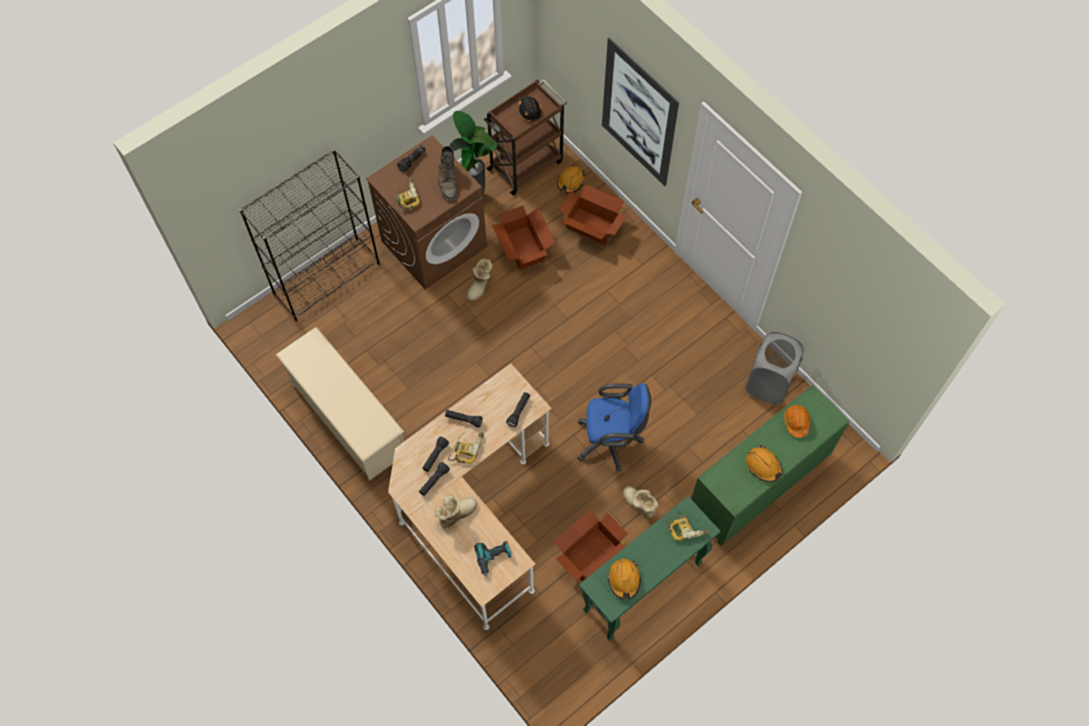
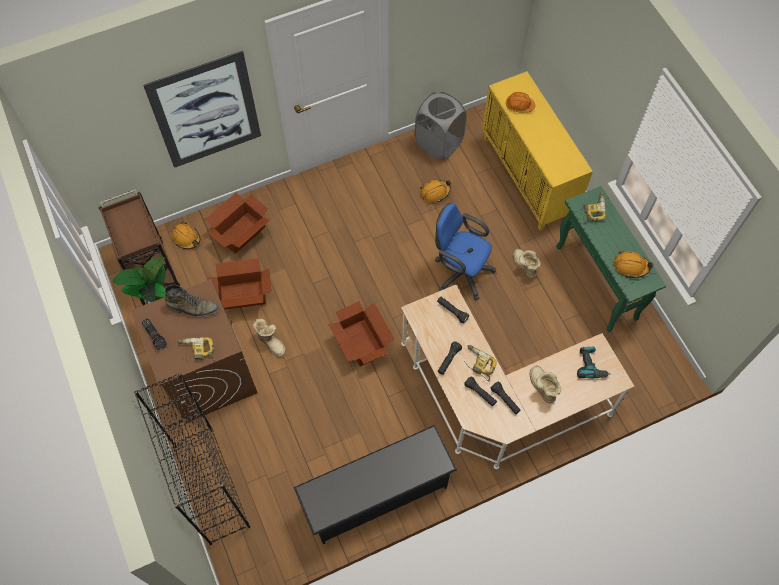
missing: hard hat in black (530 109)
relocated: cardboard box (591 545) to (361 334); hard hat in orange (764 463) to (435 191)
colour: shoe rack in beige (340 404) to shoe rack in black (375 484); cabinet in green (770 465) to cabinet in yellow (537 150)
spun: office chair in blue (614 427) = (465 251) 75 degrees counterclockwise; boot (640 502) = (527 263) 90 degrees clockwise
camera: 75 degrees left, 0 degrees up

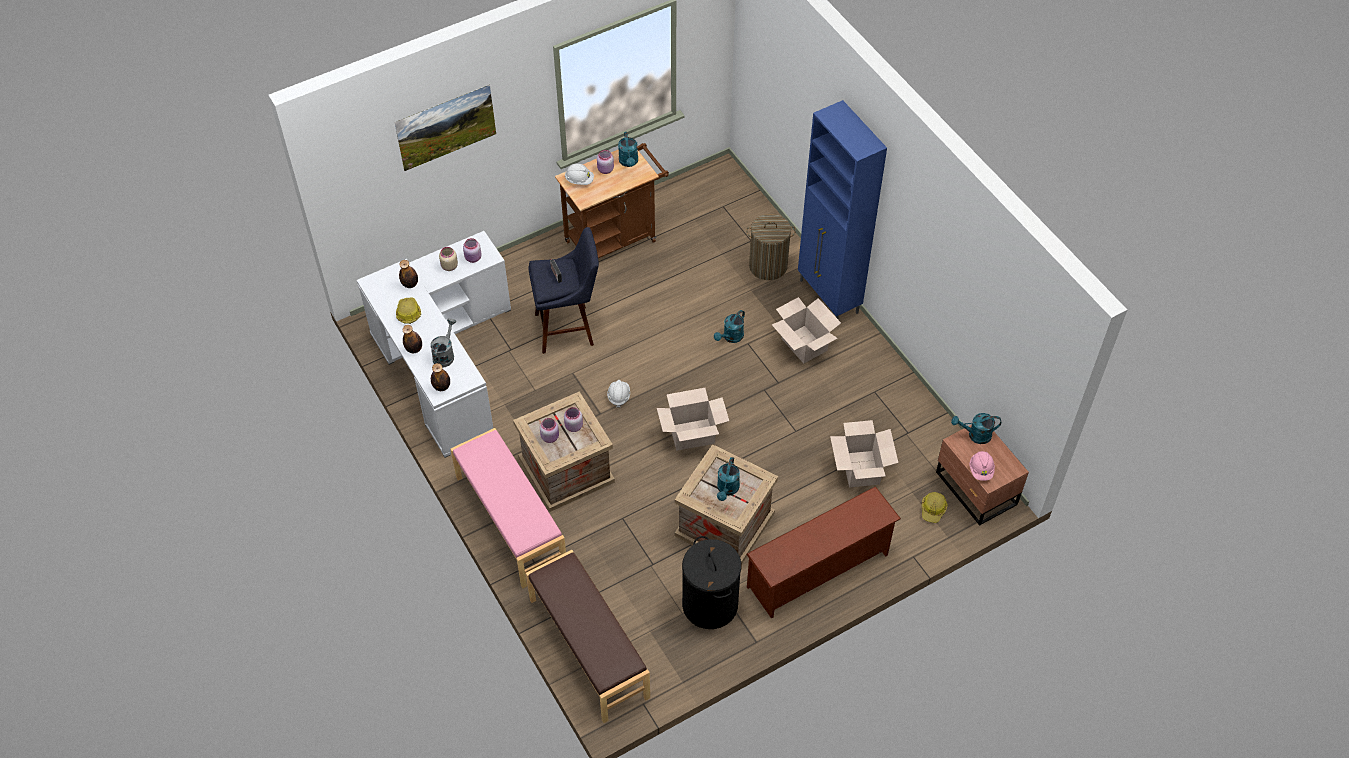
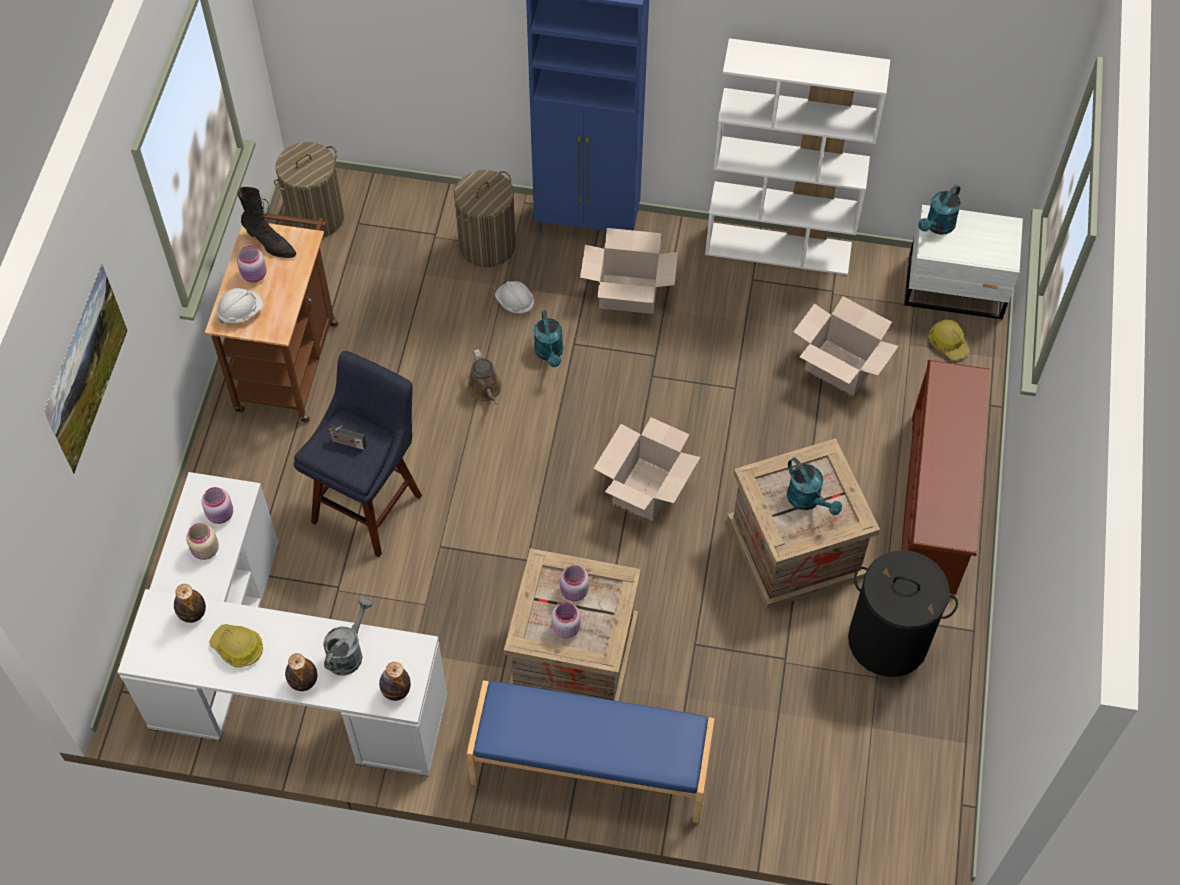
missing: bench in brown (588 636); hard hat in pink (982 466)
appeared: laundry basket (309 190); watering can in brown (484 376); bookcase in white (797 156)
relocated: hard hat in white (618 394) to (514 298)
exchanged: watering can in turquoise (628 149) to boot in black (266 222)
colour: bench in pink (508 508) to bench in blue (590 751); nightstand in brown (982 475) to nightstand in white (963 262)
spun: watering can in grey (443 343) = (348 636) 60 degrees clockwise
camera: 50 degrees left, 5 degrees up

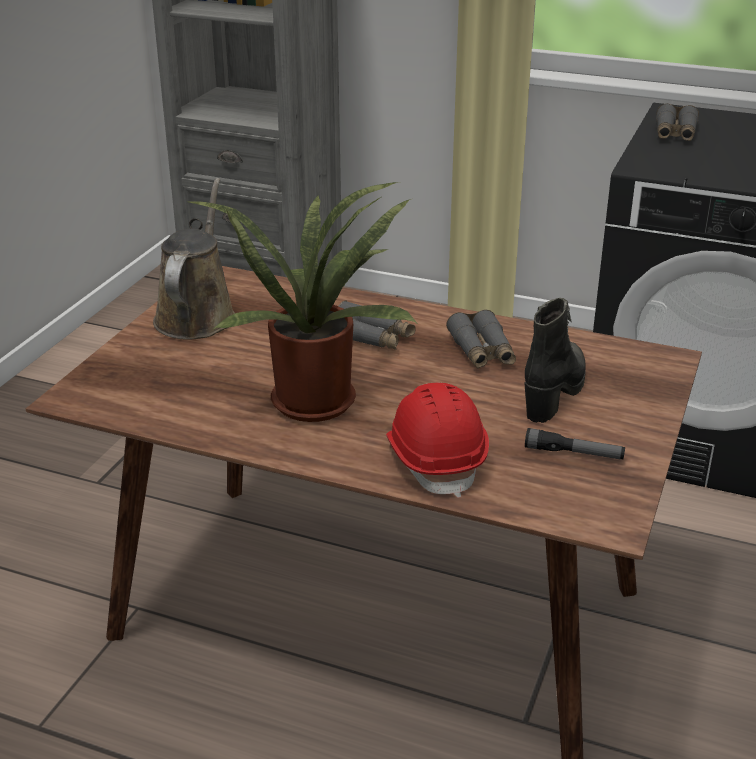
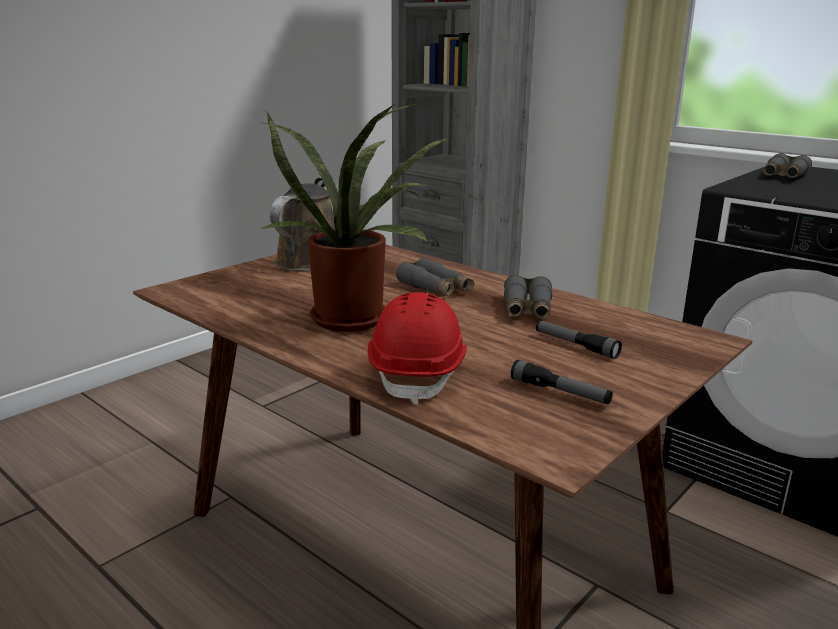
exchanged: boot in black (555 360) to flashlight (579 339)
camera: 20 degrees right, 10 degrees down

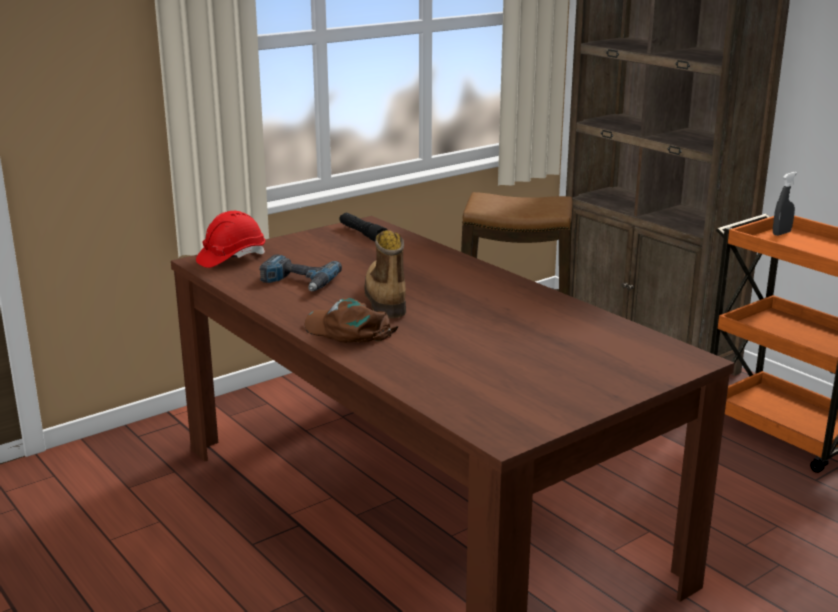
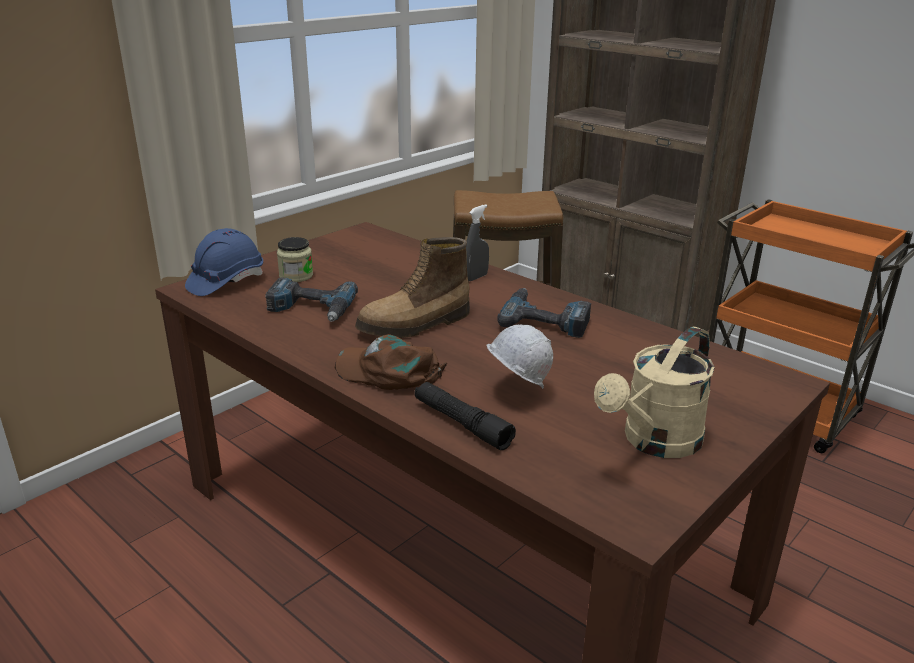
appeared: jar (295 259); hard hat in white (519 356); power drill (544 313); watering can in beige (654 392)
relocated: flashlight in black (363 227) to (465 416); spray bottle in grey (785 204) to (477 242)
colour: hard hat in red (230 239) to hard hat in blue (224 262)
spun: boot (385 274) = (412 287) 105 degrees counterclockwise
camera: 10 degrees left, 5 degrees up

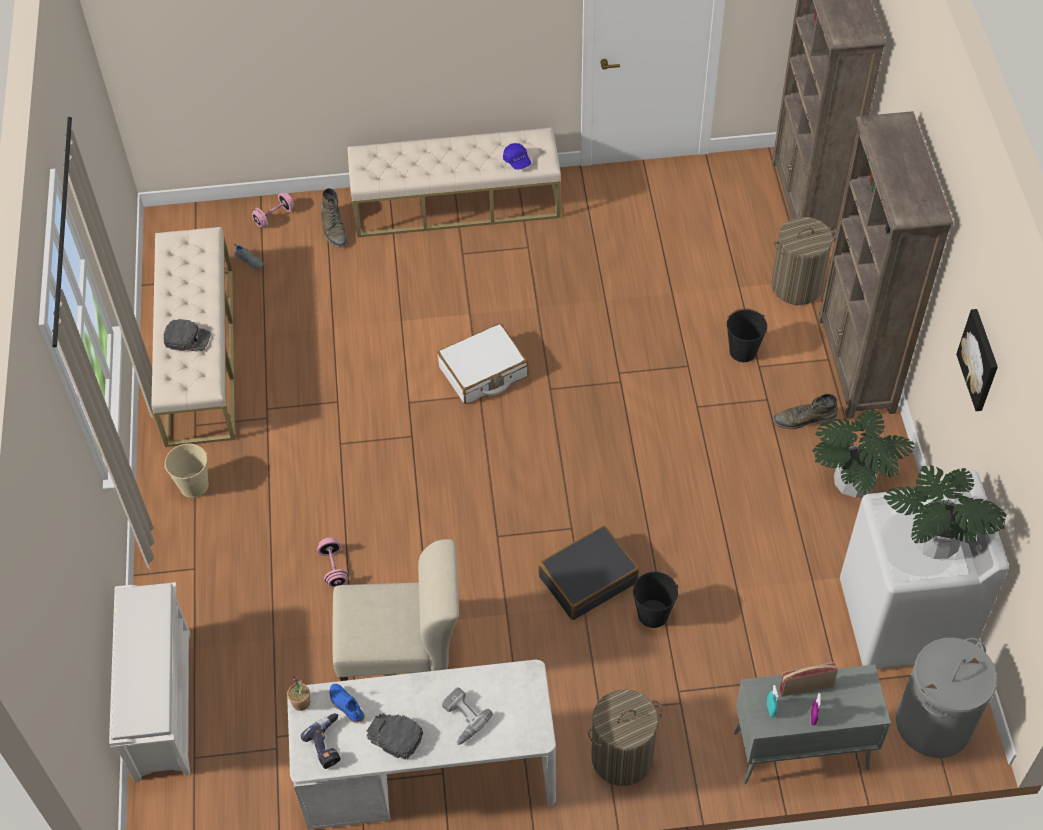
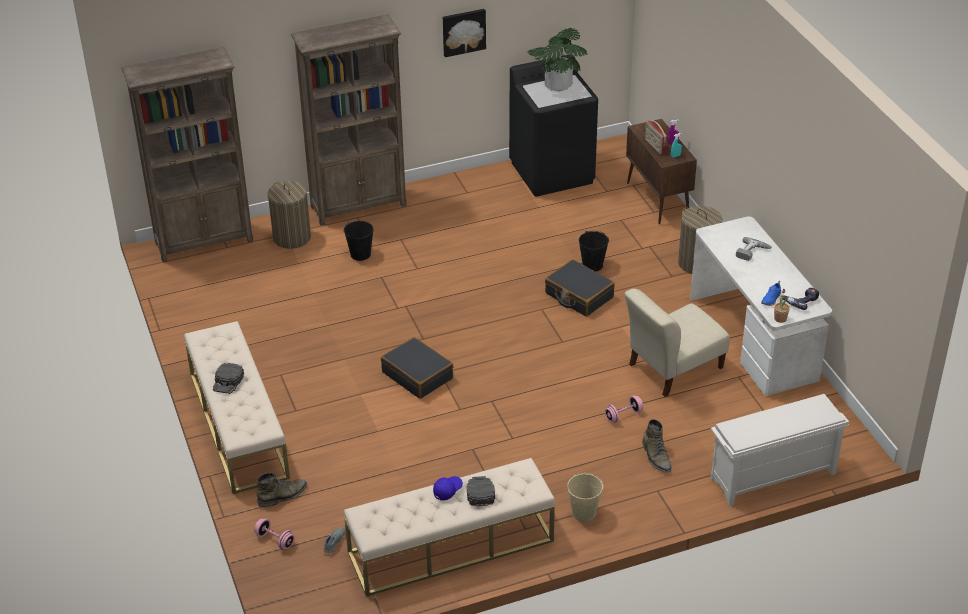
missing: potted plant (863 453); laundry basket in grey (946 698)
relocated: cap in black (394 737) to (228 378); cap in blue (517 156) to (448 488); boot in green (805 411) to (657 445)
colour: suitcase in white (482 363) to suitcase in black (417 368); cabinet in grey (812 724) to cabinet in brown (661 172); washing machine in white (924 569) to washing machine in black (553 125)
spun: chair in beige (395 610) = (677 343) 105 degrees counterclockwise
camera: 105 degrees left, 15 degrees down

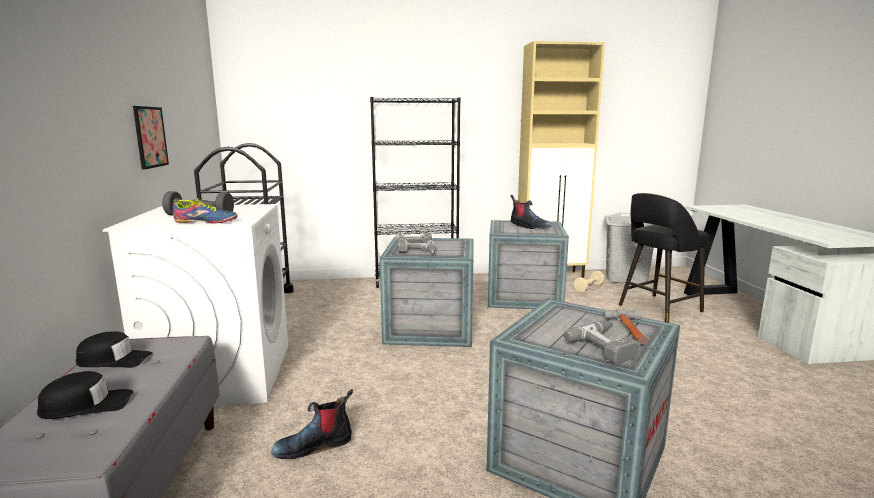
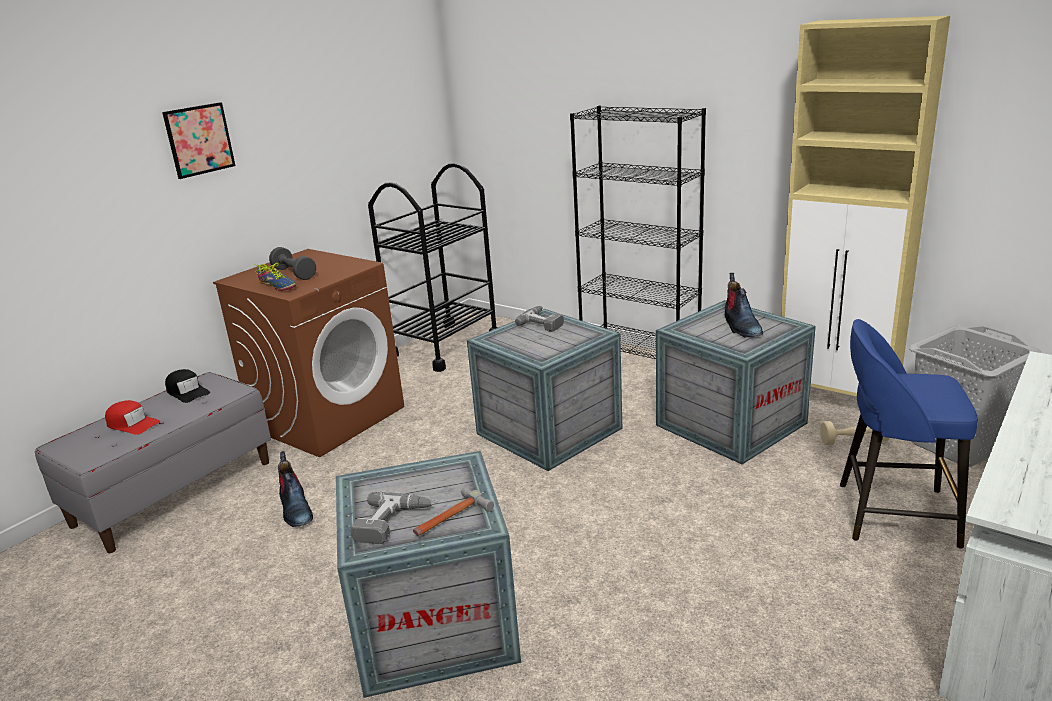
missing: power drill (417 246)
relocated: picture (151 138) to (199 140)
colour: cap in black (85 395) to cap in red (132 417); washing machine in white (195 305) to washing machine in brown (308 353); stool in black (664 258) to stool in blue (909 434)
spun: boot (312 424) = (295 489) 135 degrees counterclockwise
camera: 45 degrees right, 10 degrees up

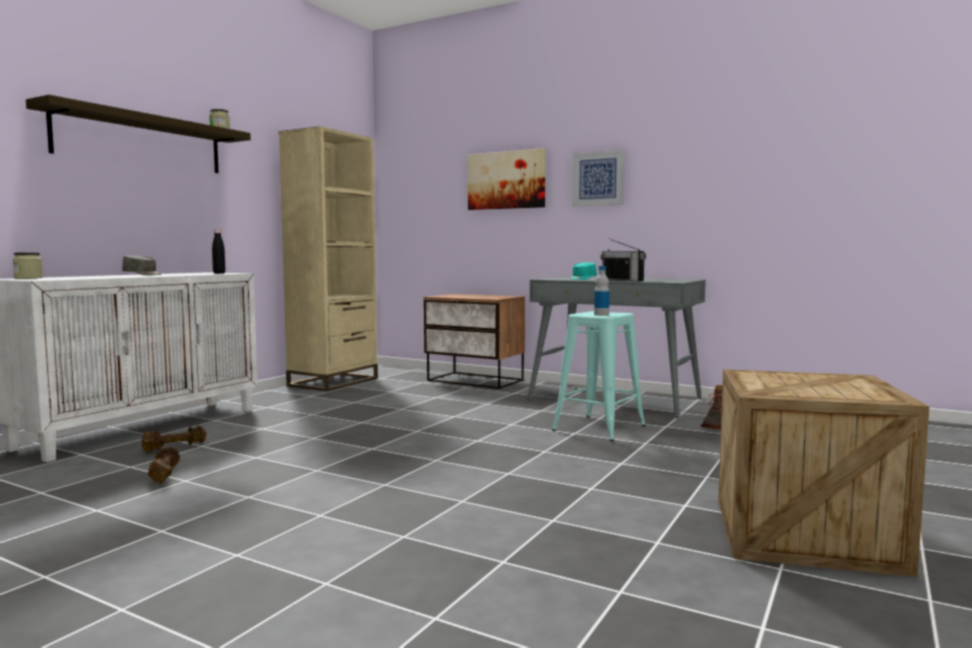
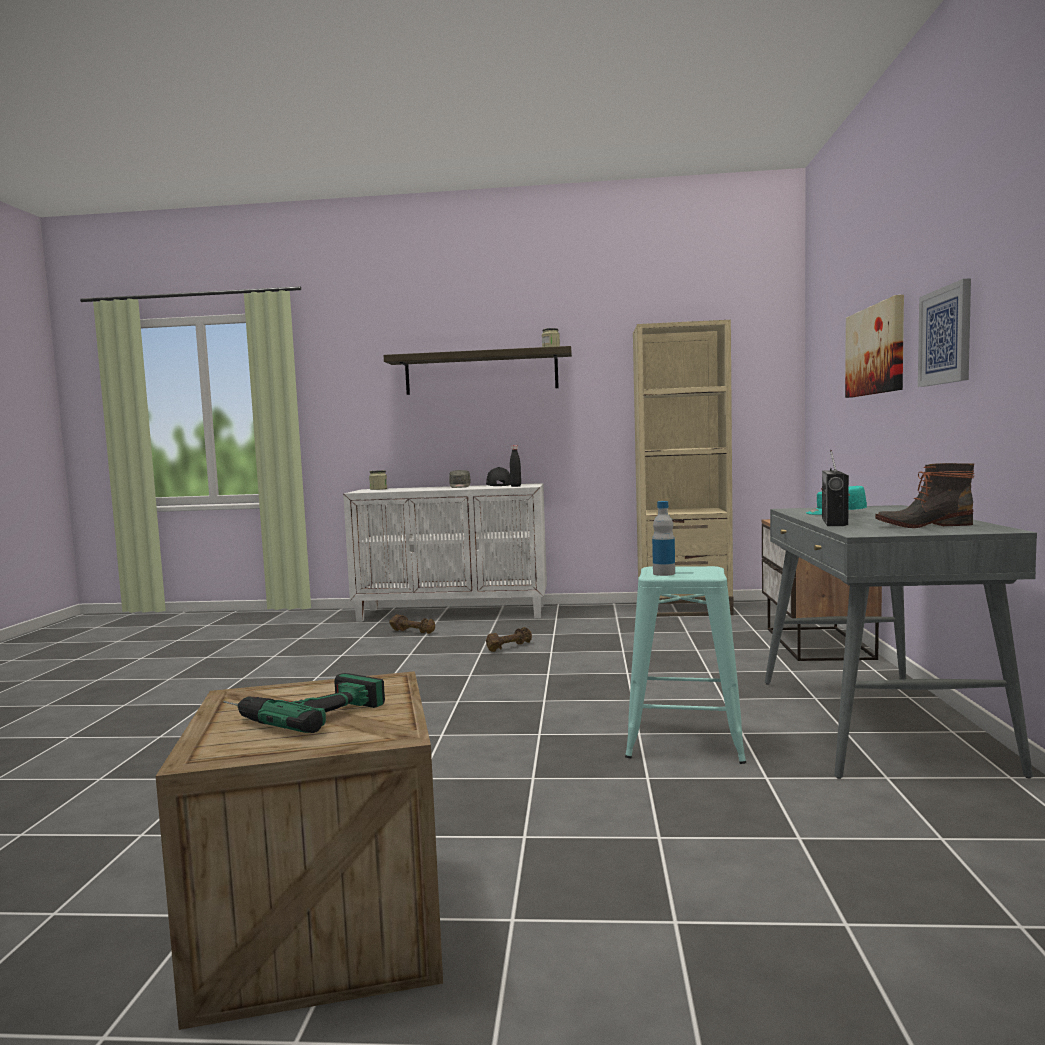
appeared: power drill (304 703); cap in black (498 476)
relocated: dumbbell in brown (164 465) to (509 639); boot (711 407) to (924 495)
camera: 65 degrees right, 0 degrees up

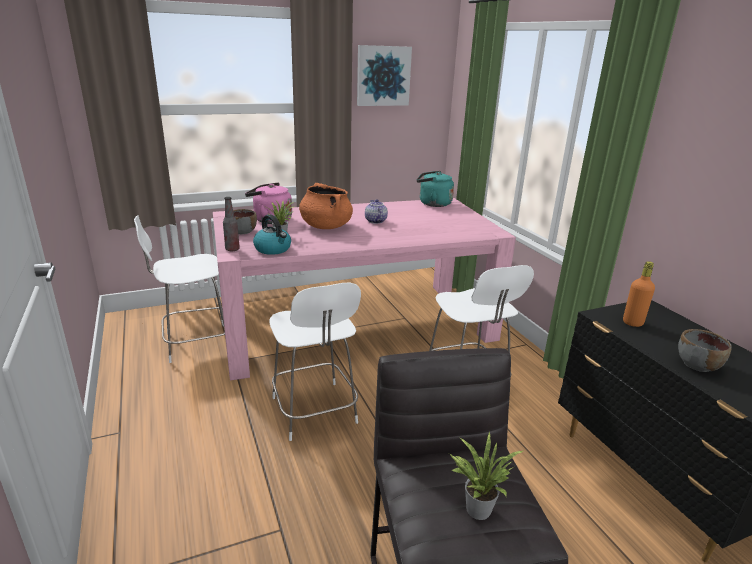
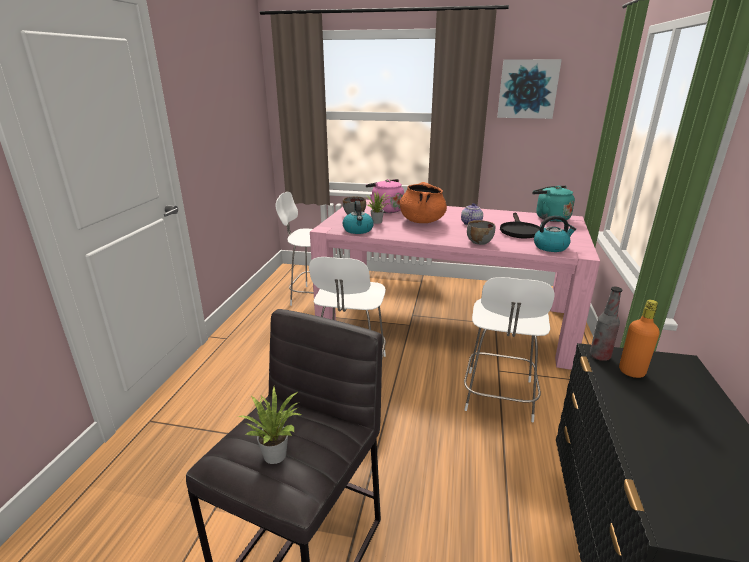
appeared: frying pan in black (520 225); kettle (555 233)
relocated: bottle (231 224) to (606 324); bowl in grey (705 350) to (481 232)
camera: 35 degrees right, 0 degrees up

